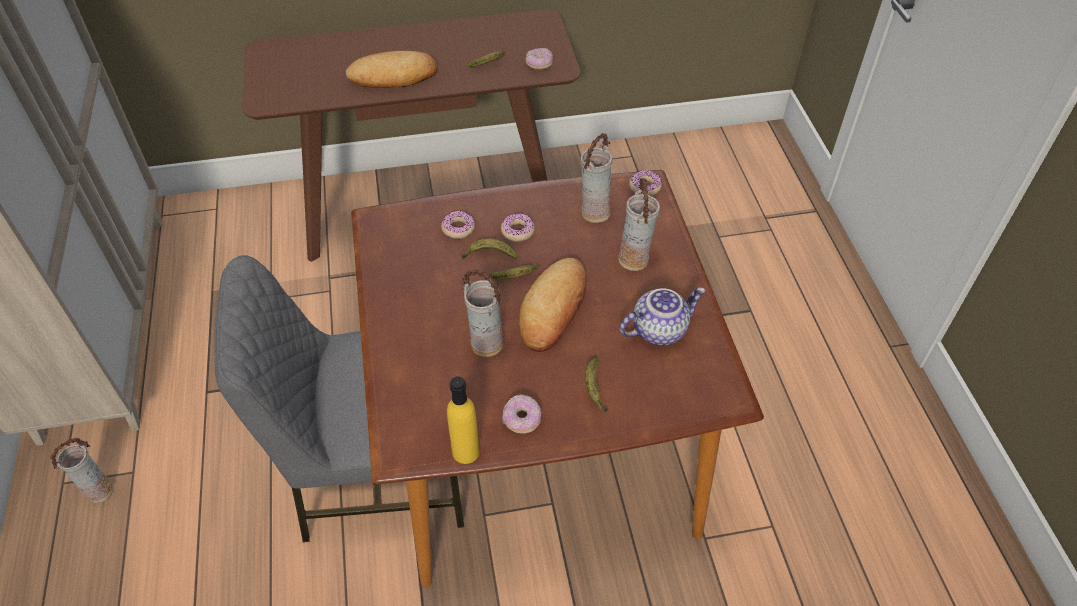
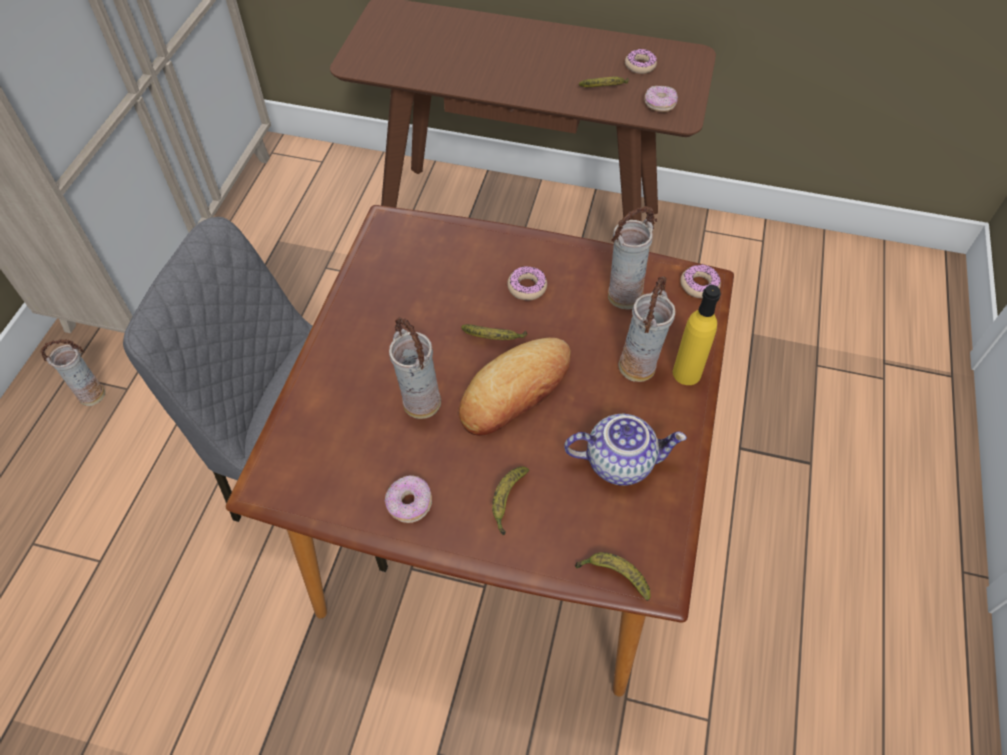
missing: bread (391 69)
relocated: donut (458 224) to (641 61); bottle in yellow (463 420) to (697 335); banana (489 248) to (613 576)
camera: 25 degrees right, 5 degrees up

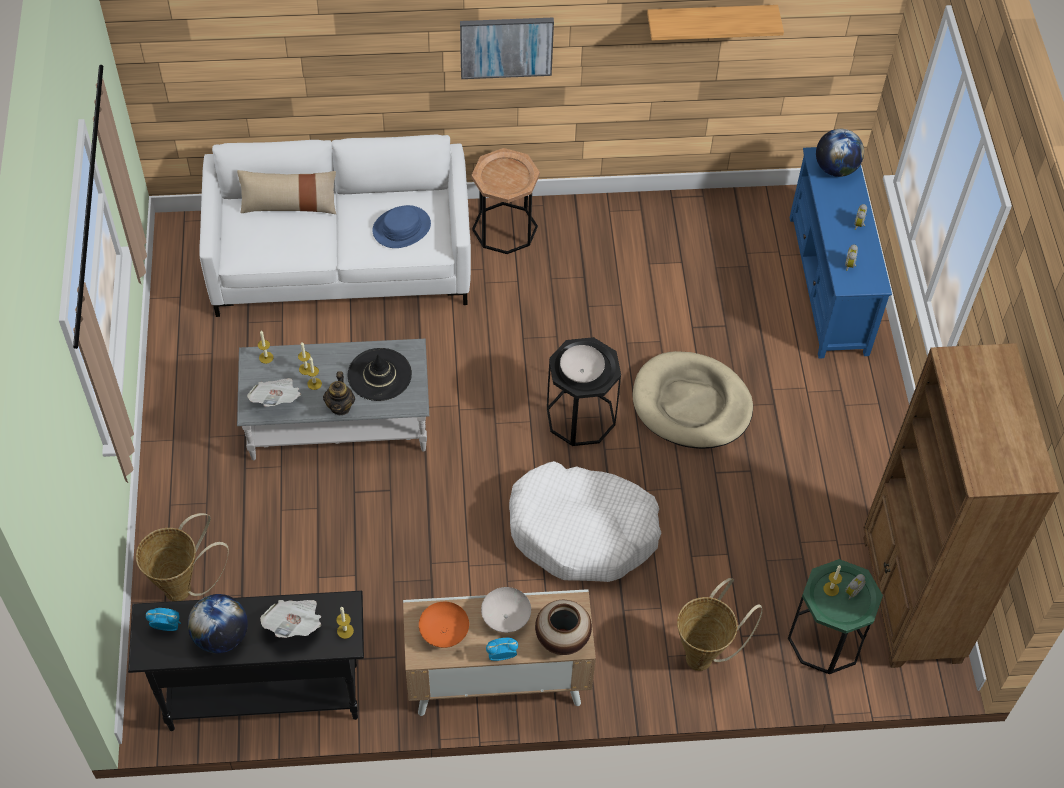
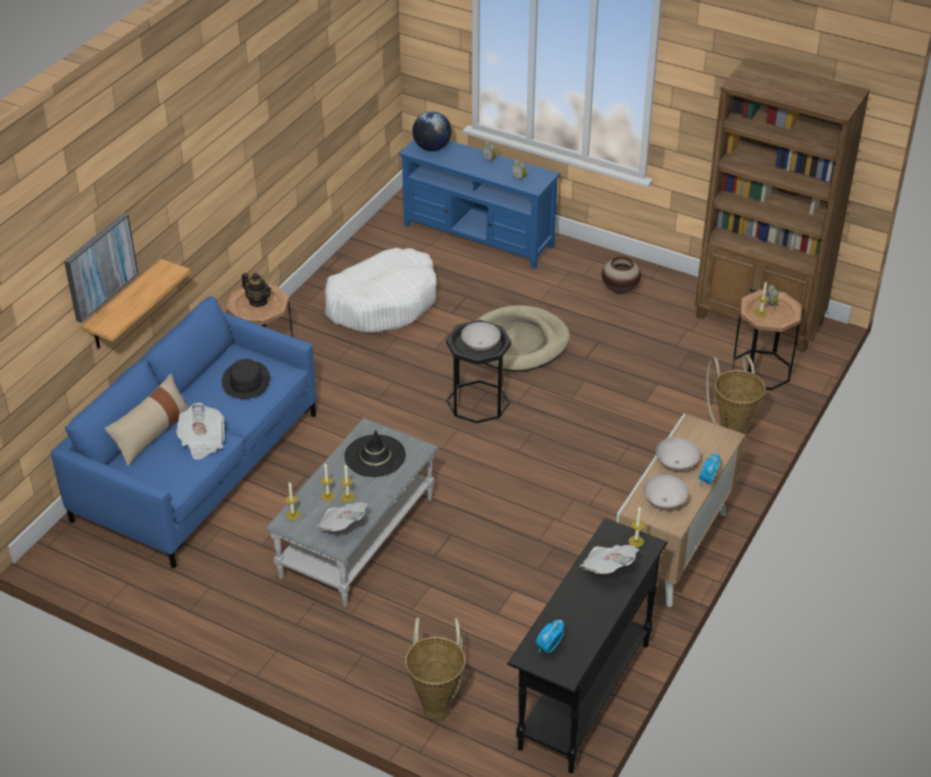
missing: globe (218 623)
appeared: newspaper (200 431)
relocated: teapot (339 393) to (256 290); picture (507 48) to (101 268); dog bed in white (585 521) to (381 290); vase (563 627) to (621 275); shelf (715 22) to (136 304)
colour: sofa in white (335 225) to sofa in blue (183 432); hat in blue (401 226) to hat in black (246 379); bowl in orange (444 625) to bowl in white (666 492); side table in green (835 616) to side table in brown (766 340)
camera: 55 degrees left, 15 degrees down

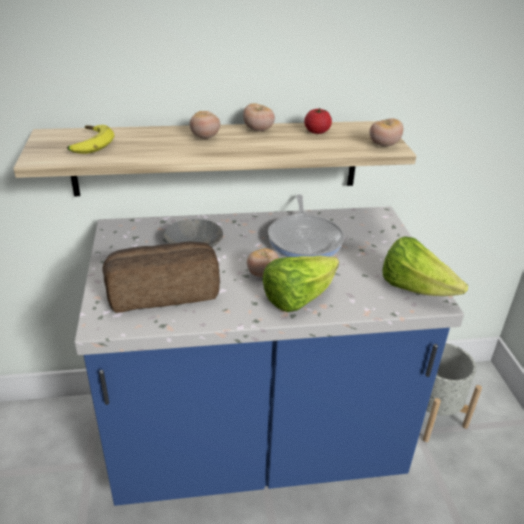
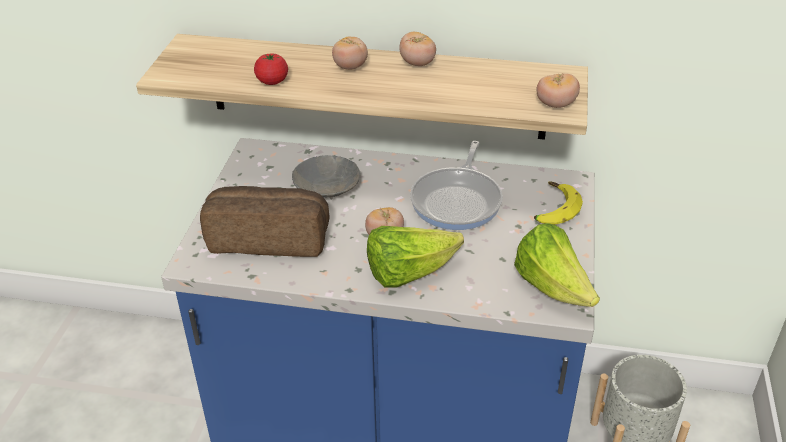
relocated: banana (91 139) to (558 203); tomato (318 121) to (271 69)
camera: 20 degrees right, 5 degrees up

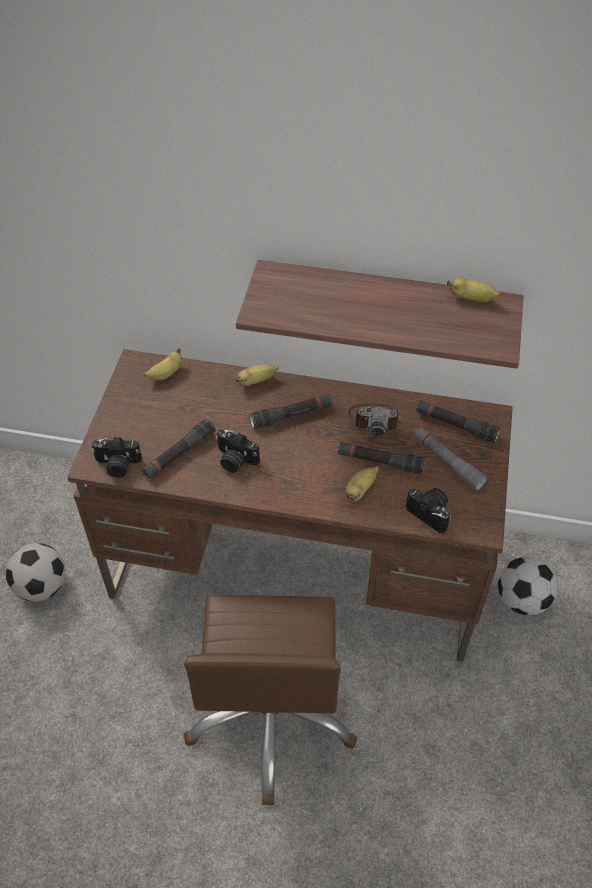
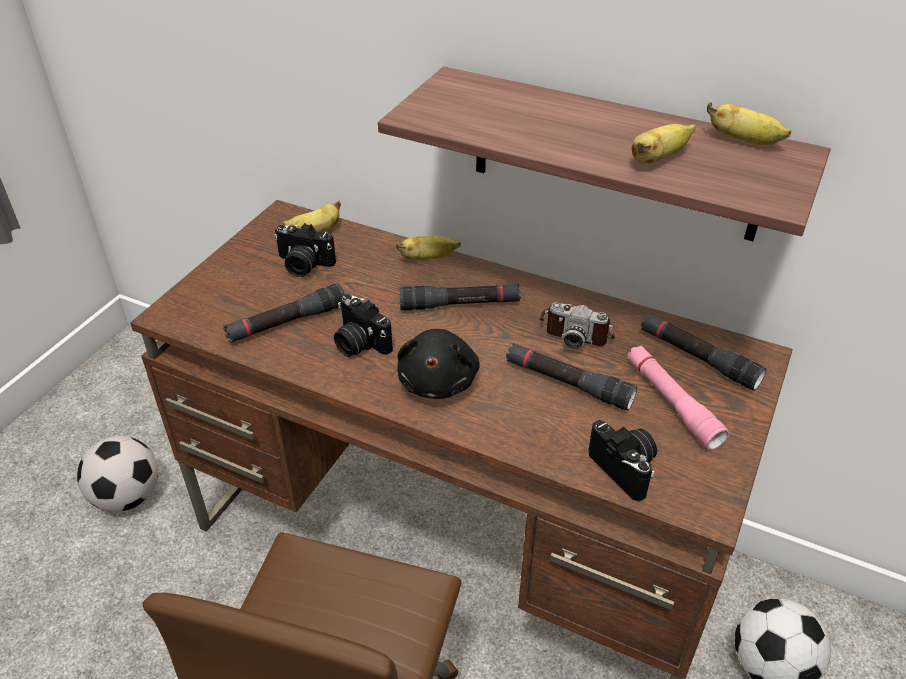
appeared: plush toy in black (438 364)
relocated: photo camera (116 457) to (305 250); banana (362 484) to (664 144)
colour: flashlight in grey (450 458) to flashlight in pink (679 397)
camera: 15 degrees right, 10 degrees down

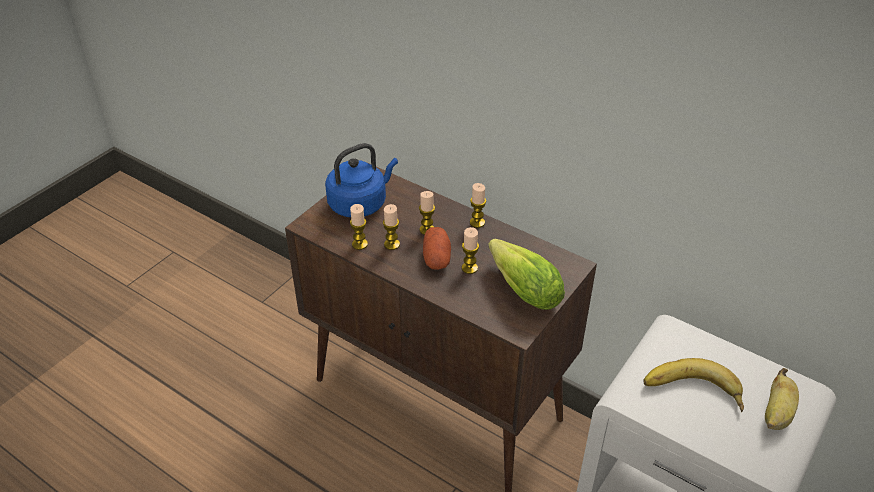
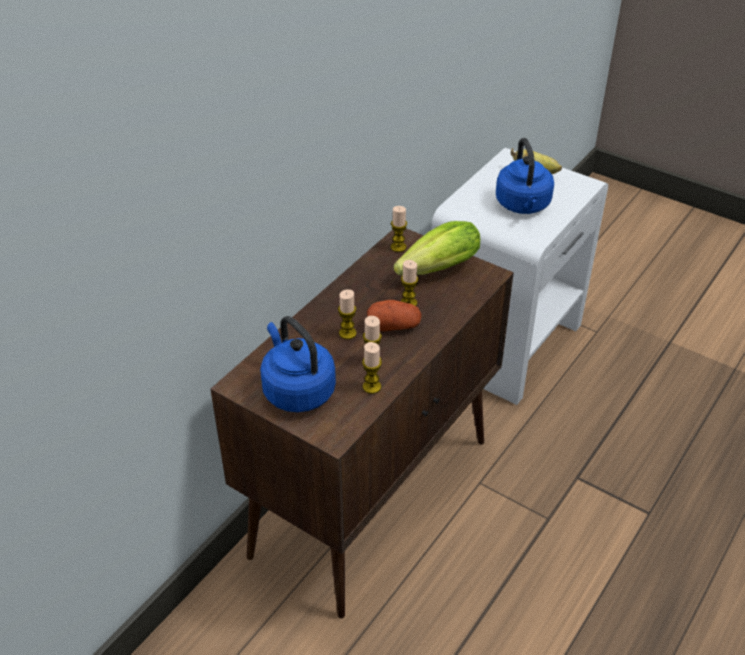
relocated: candle (478 205) to (399 229)
exchanged: banana (693 385) to kettle in blue (525 176)
camera: 90 degrees left, 0 degrees up

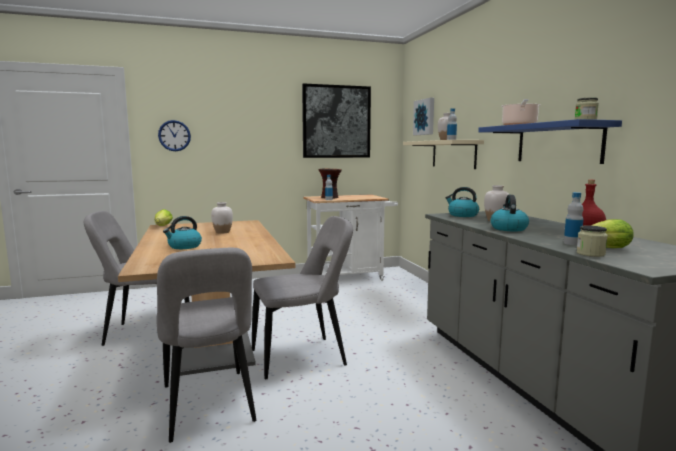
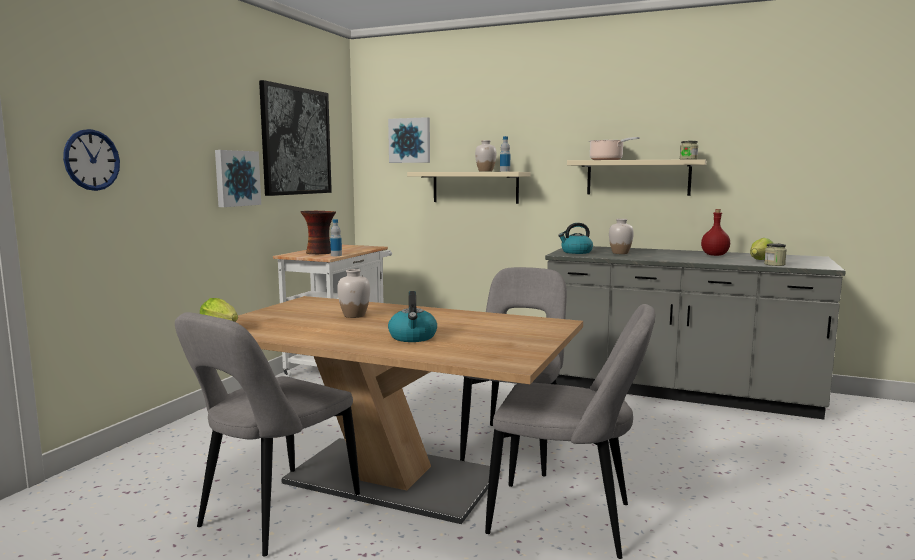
missing: kettle (510 213); bottle (574 218)
appeared: picture (238 178)
colour: shelf in blue (550 141) to shelf in beige (637 177)
camera: 50 degrees left, 0 degrees up

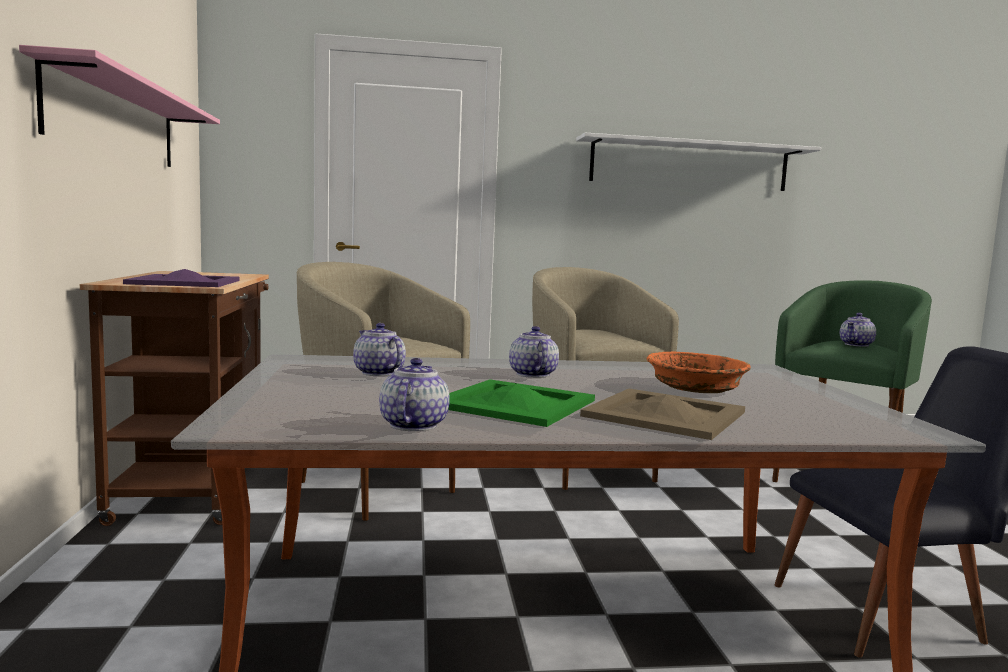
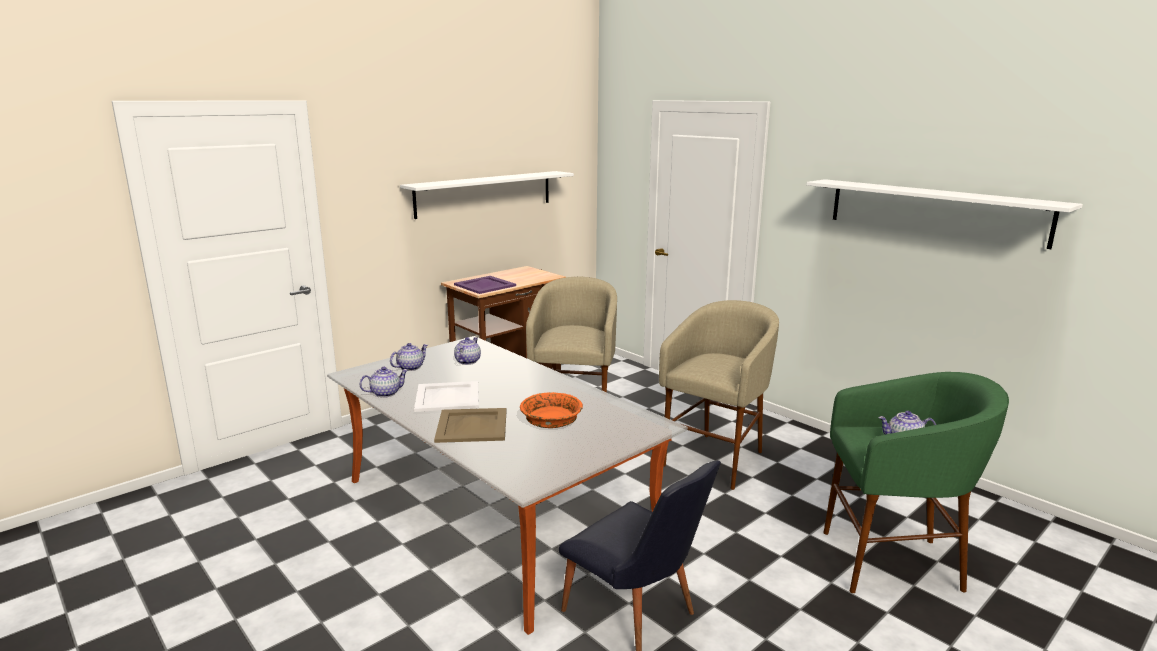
relocated: teapot (534 352) to (409 357)
colour: shelf in pink (119 106) to shelf in white (487 195); tray in green (521 403) to tray in white (446 396)
camera: 55 degrees right, 10 degrees up

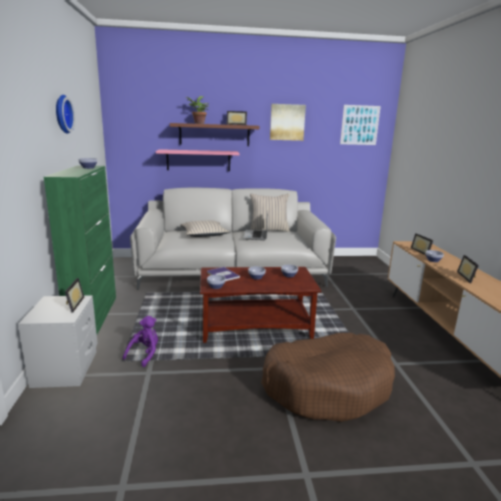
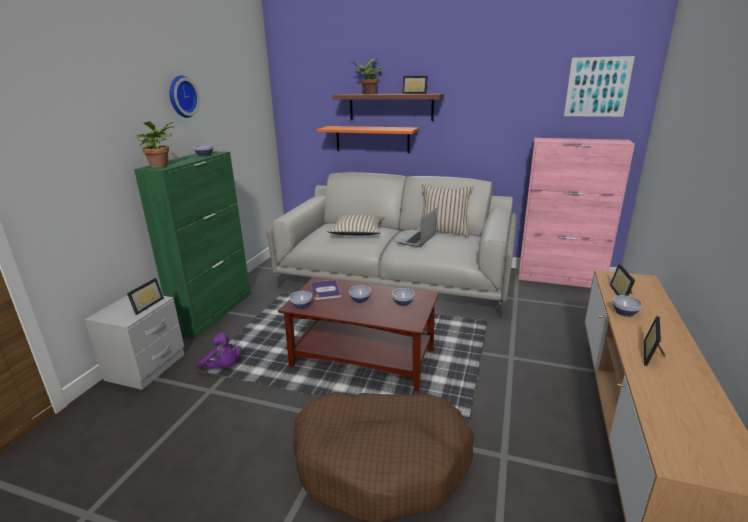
missing: picture (288 122)
appeared: potted plant (155 144); cabinet in pink (576 213)
colour: shelf in pink (197 160) to shelf in orange (368 139)
spun: plush toy in purple (140 341) = (219 351) 75 degrees clockwise
camera: 25 degrees right, 5 degrees up

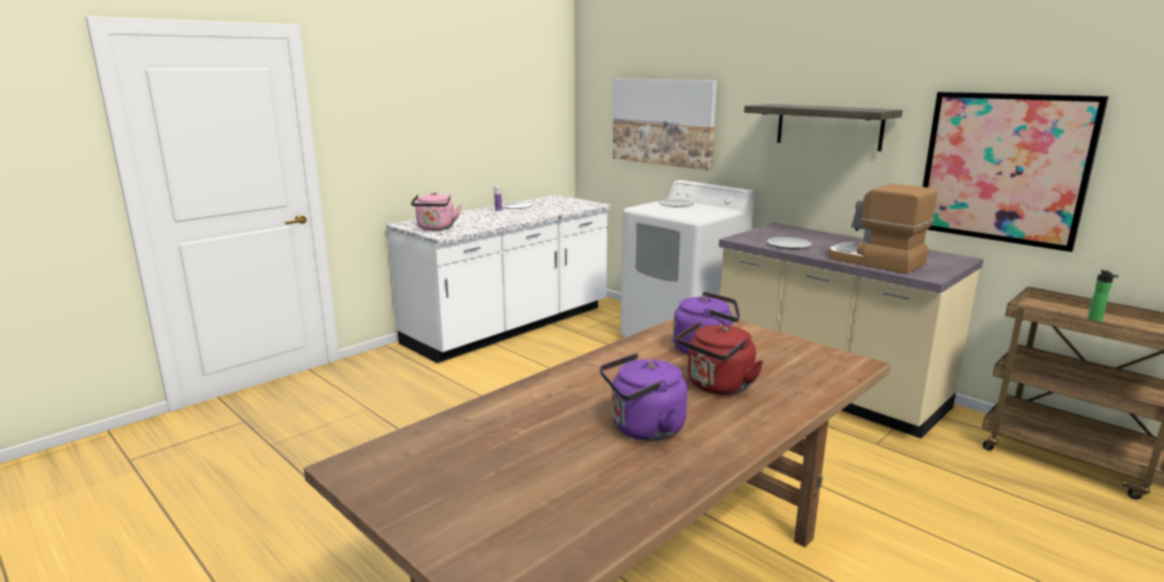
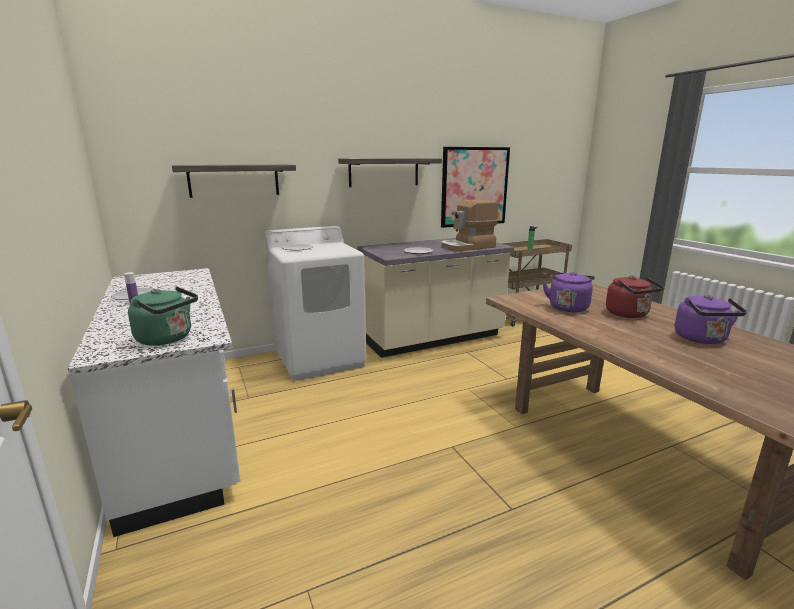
exchanged: picture (665 124) to shelf (234 181)
colour: kettle in pink (436 211) to kettle in green (163 316)
camera: 70 degrees left, 0 degrees up

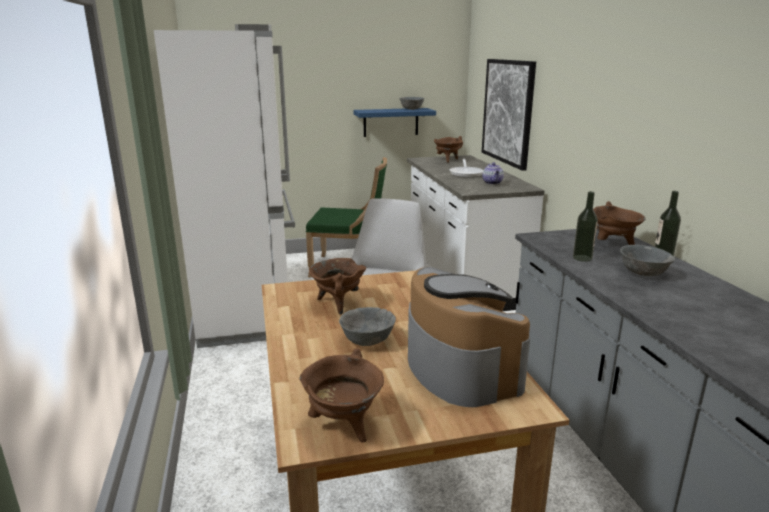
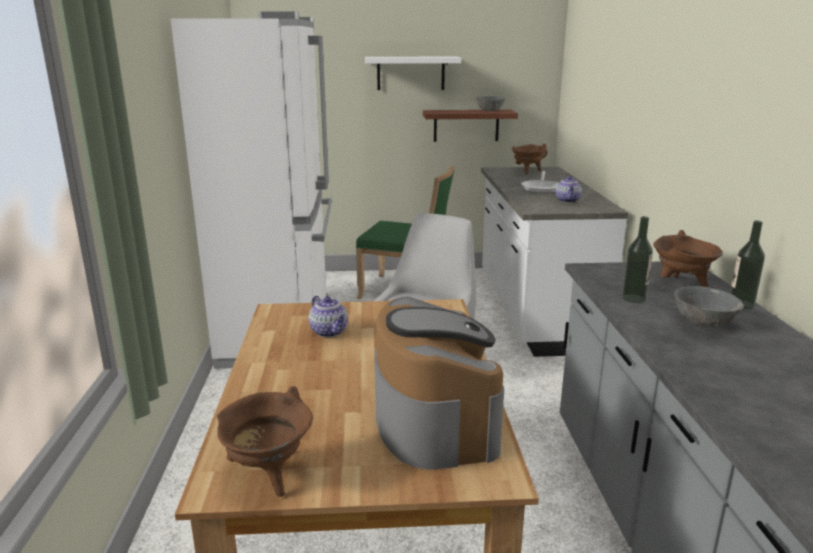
missing: bowl in grey (367 326); picture (509 115)
appeared: shelf in white (413 73)
exchanged: cooking pot in brown (337 286) to teapot (328 316)
colour: shelf in blue (395 122) to shelf in brown (470 126)
camera: 10 degrees right, 0 degrees up

